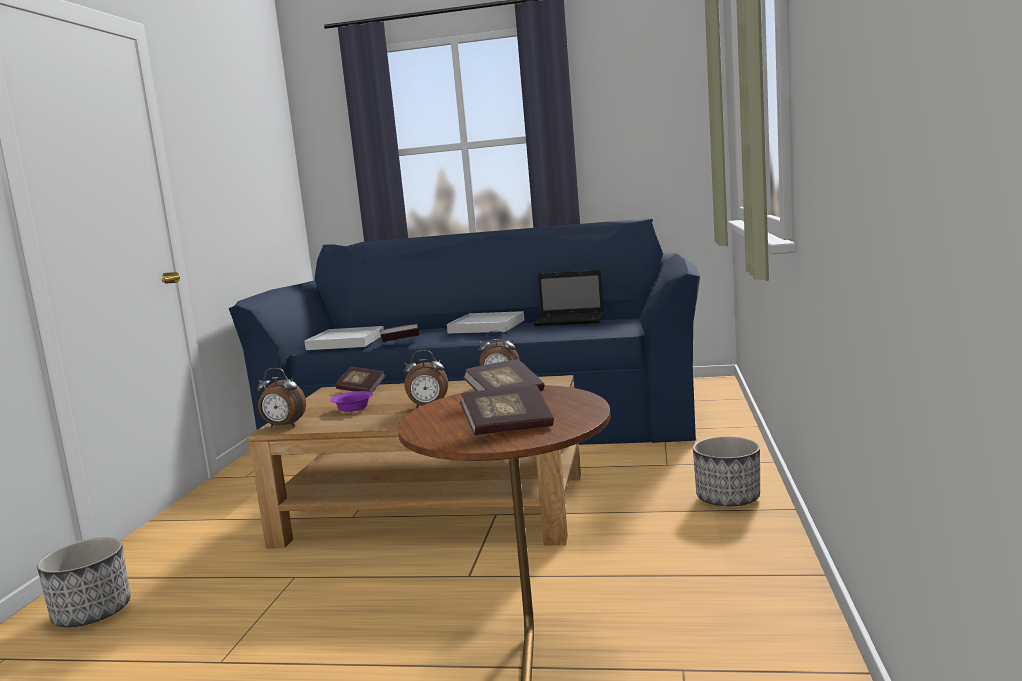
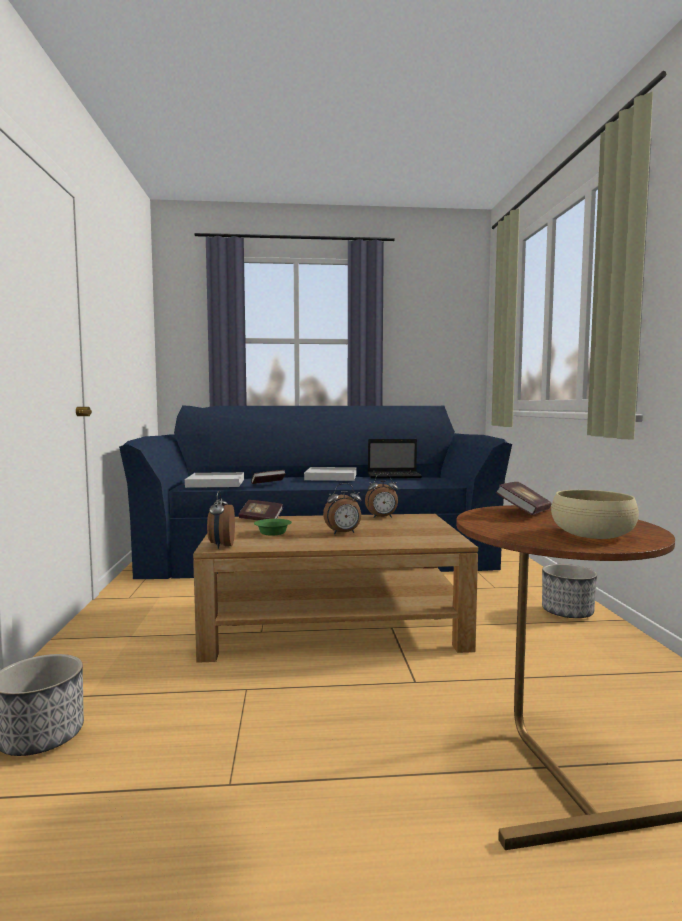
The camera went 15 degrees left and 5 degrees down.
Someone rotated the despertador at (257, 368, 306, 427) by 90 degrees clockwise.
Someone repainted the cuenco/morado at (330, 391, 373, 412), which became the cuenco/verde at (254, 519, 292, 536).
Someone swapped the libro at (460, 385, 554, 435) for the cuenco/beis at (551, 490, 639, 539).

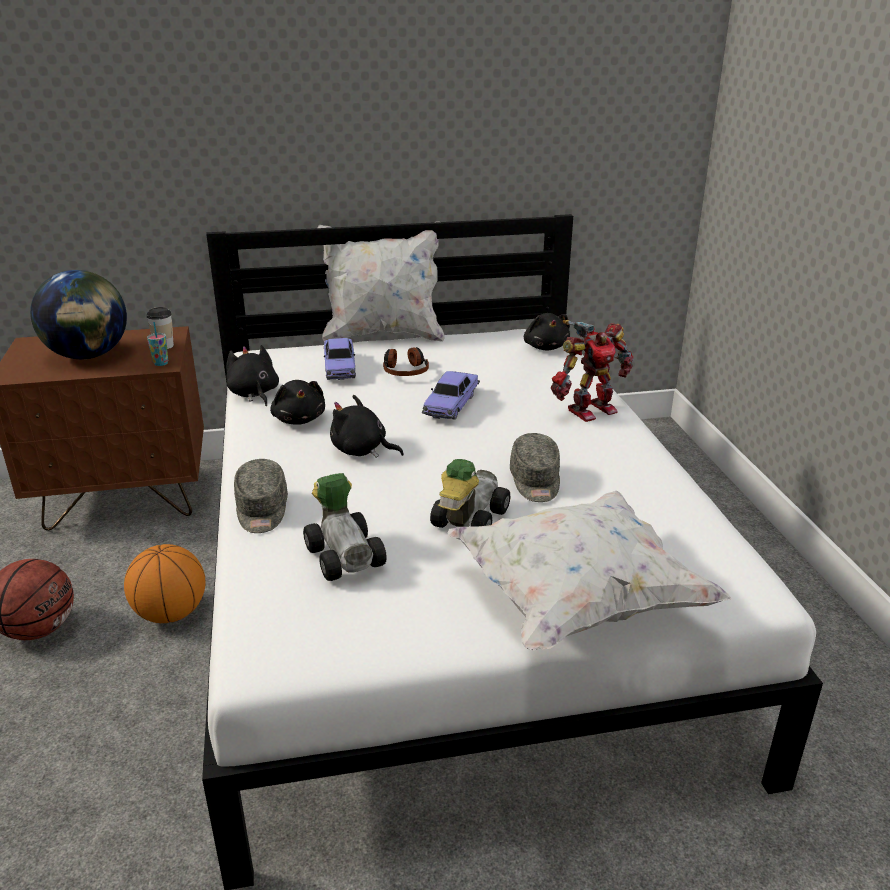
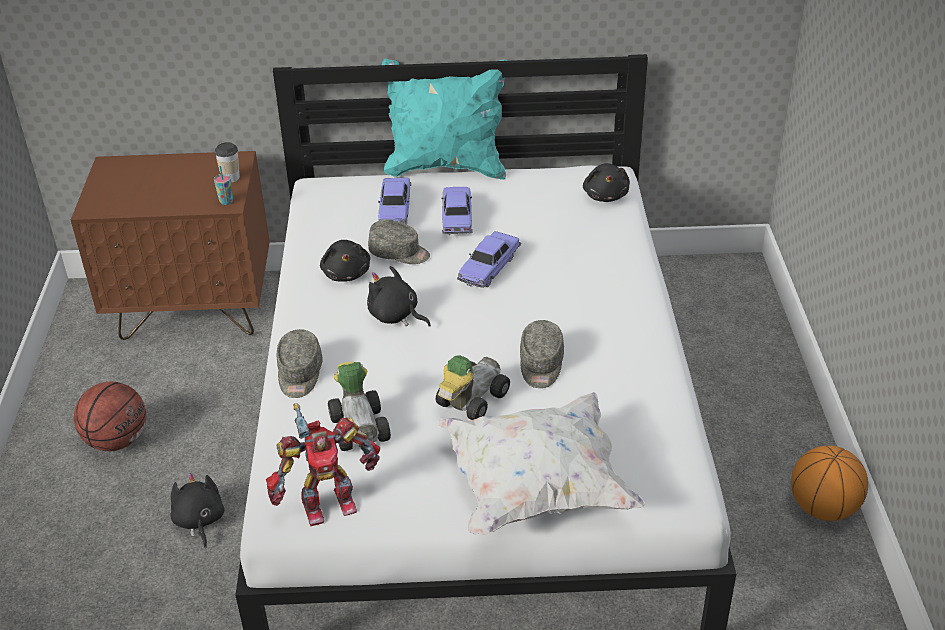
The camera went 10 degrees right and 10 degrees up.
Someone carried the peluche/negro from (226, 345, 279, 406) to (170, 473, 224, 549).
Someone carried the robot de juguete from (551, 320, 634, 422) to (266, 403, 380, 526).
Someone put down the gorra/gris at (368, 220, 430, 264).
Someone repainted the cojín/blanco at (317, 225, 445, 342), which became the cojín/turquesa at (382, 59, 507, 180).
Someone swapped the auriculares at (383, 347, 429, 376) for the coche de juguete at (441, 187, 473, 235).
Someone carried the balón de baloncesto from (124, 544, 205, 623) to (791, 446, 868, 521).
Someone took away the globo terráqueo at (30, 270, 127, 359).

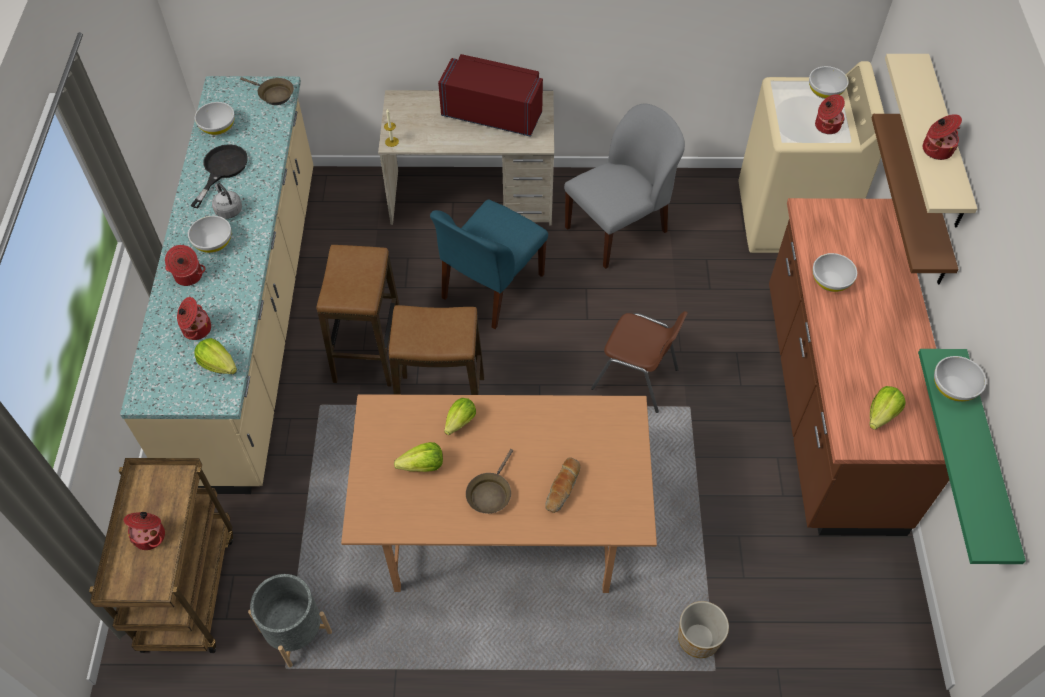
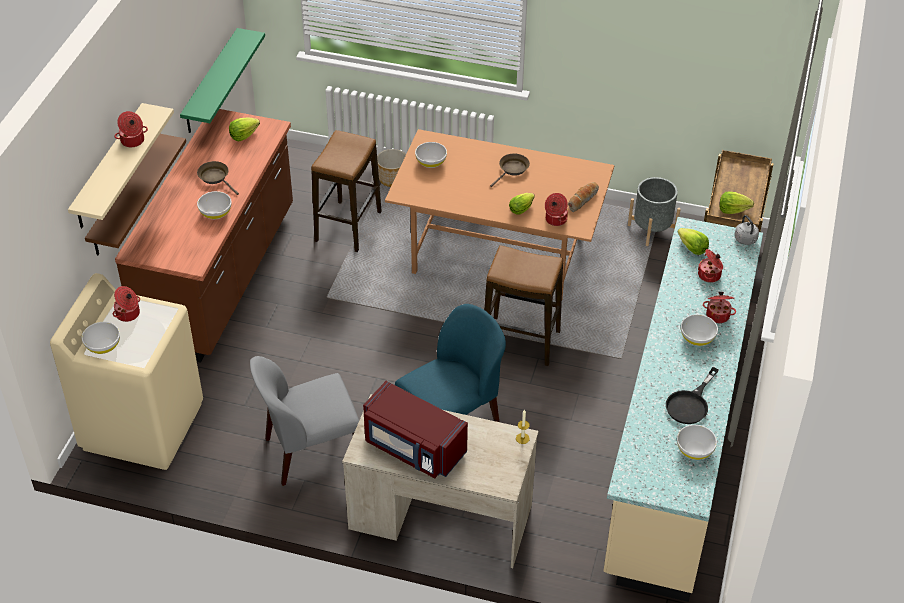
The camera went 165 degrees left and 10 degrees down.
Someone carried the sartén/marrón from (240, 77, 294, 105) to (197, 161, 239, 195).
Someone carried the taburete from (316, 245, 399, 387) to (311, 130, 382, 252).
Someone carried the cuenco/blanco from (934, 356, 986, 402) to (415, 142, 447, 168).
Someone carried the olla from (124, 512, 165, 550) to (545, 193, 568, 226).
Someone carried the pan from (545, 457, 581, 513) to (568, 182, 599, 212).
Someone carried the lechuga from (394, 442, 443, 472) to (719, 192, 754, 214).
Someone carried the hervidor/gris from (212, 183, 242, 219) to (734, 215, 759, 245).
Someone took away the silla/marrón at (591, 311, 688, 413).

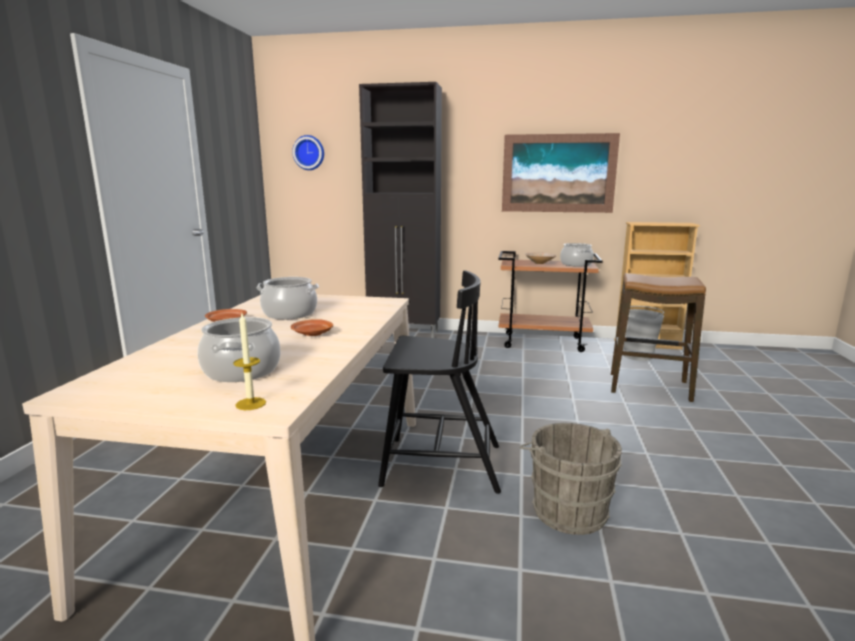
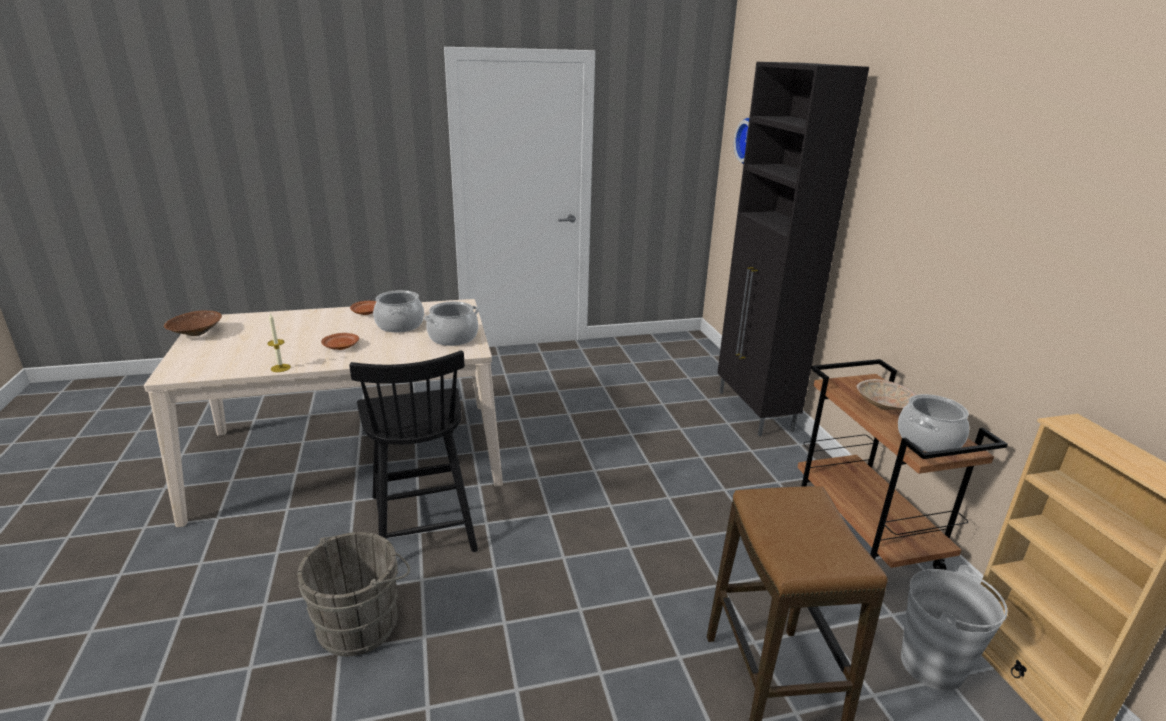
The camera went 65 degrees right and 10 degrees up.
Someone put down the cuenco/marrón at (164, 311, 222, 336).
Someone carried the vela from (233, 313, 266, 410) to (267, 314, 291, 372).
Someone carried the olla from (198, 317, 280, 382) to (424, 301, 479, 346).
Someone took away the cuadro at (502, 133, 620, 213).

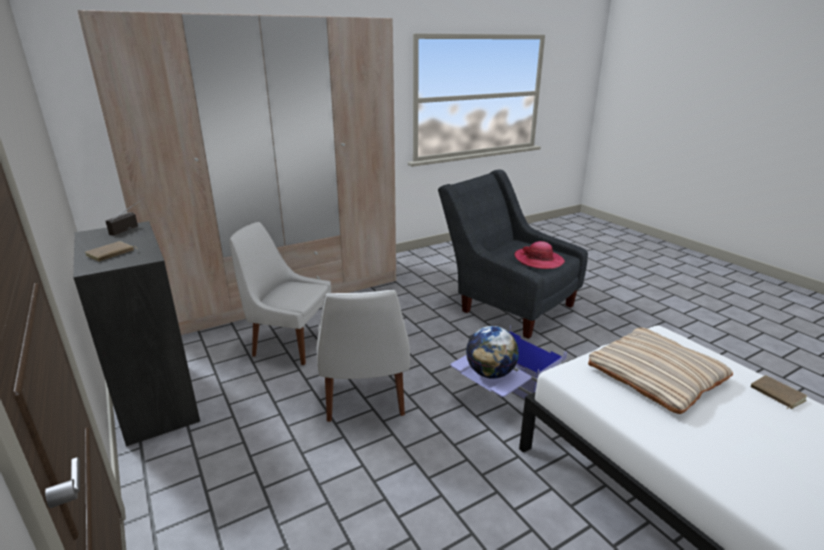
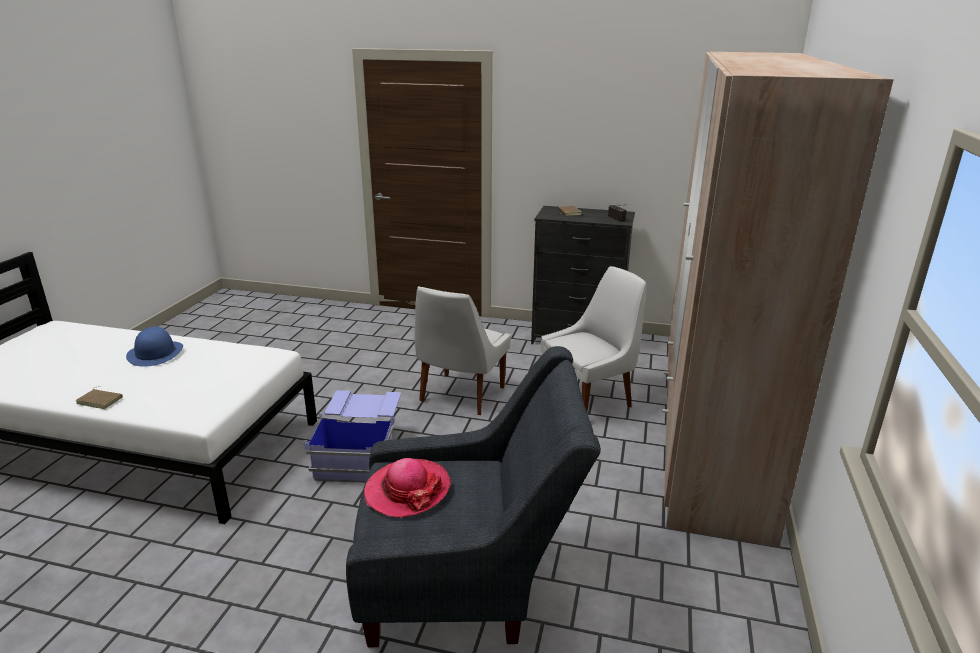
The camera went 135 degrees right and 0 degrees up.
Someone put down the sombrero/azul at (126, 327, 183, 367).
Someone rotated the silla/blanco at (316, 290, 410, 422) by 105 degrees counterclockwise.
Someone took away the globo terráqueo at (466, 326, 519, 379).
Someone took away the cojín/beis at (588, 327, 733, 414).

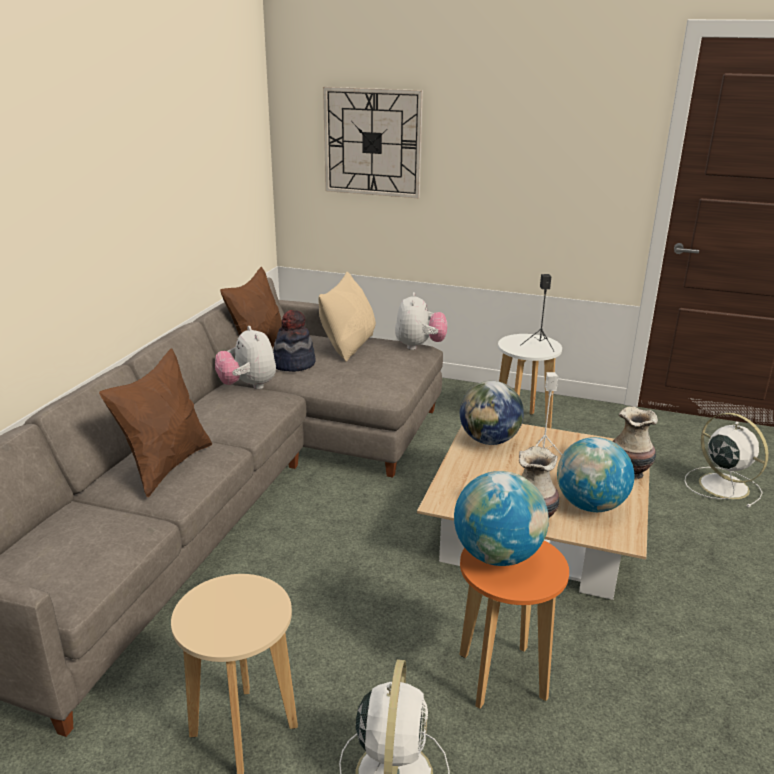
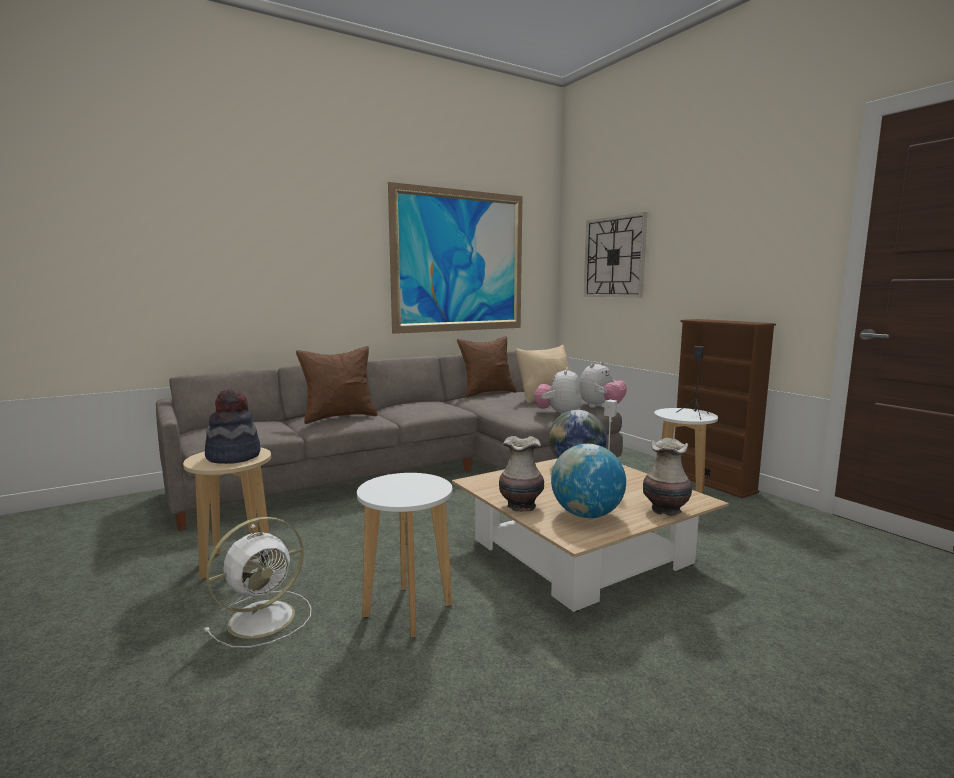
The camera went 40 degrees right and 15 degrees down.
Someone carried the sombrero from (273, 310, 316, 372) to (205, 389, 261, 464).
Someone repainted the taburete/naranja at (460, 540, 569, 709), which became the taburete/blanco at (357, 473, 452, 638).
Someone put up the cuadro at (388, 182, 522, 334).
Someone carried the peluche from (215, 326, 276, 389) to (534, 367, 581, 415).
Someone put down the estantería/marrón at (675, 319, 776, 498).
Someone took away the globo terráqueo at (454, 471, 549, 566).
Someone took away the ventilador/blanco at (685, 413, 769, 507).

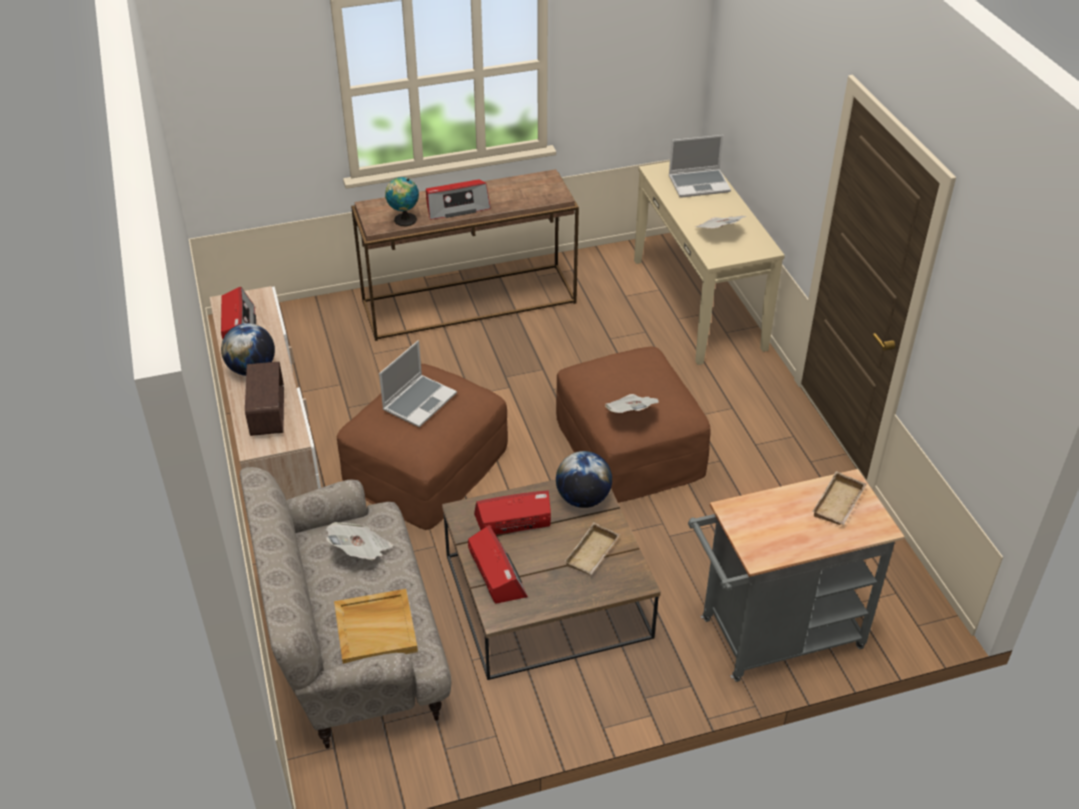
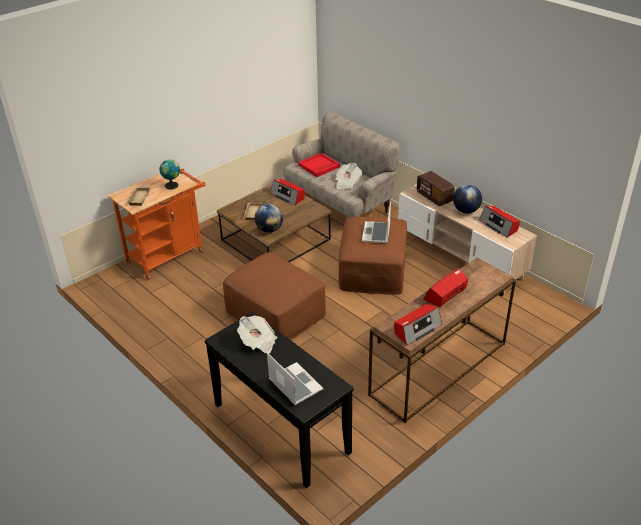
The camera went 155 degrees right and 5 degrees down.
Someone repainted the carrito/gris at (688, 469, 905, 682), which became the carrito/naranja at (108, 168, 205, 280).
Someone carried the globo terráqueo from (385, 177, 419, 226) to (159, 159, 180, 190).
Someone repainted the mesa consola/beis at (634, 161, 785, 365), which became the mesa consola/negro at (205, 312, 354, 488).
Someone rotated the portátil at (669, 135, 731, 198) by 90 degrees clockwise.
Someone repainted the bandeja/beis at (334, 589, 418, 664), which became the bandeja/rojo at (298, 153, 340, 177).
Someone carried the radio from (474, 490, 551, 535) to (394, 304, 442, 346).
Someone took away the periódico at (605, 394, 659, 413).

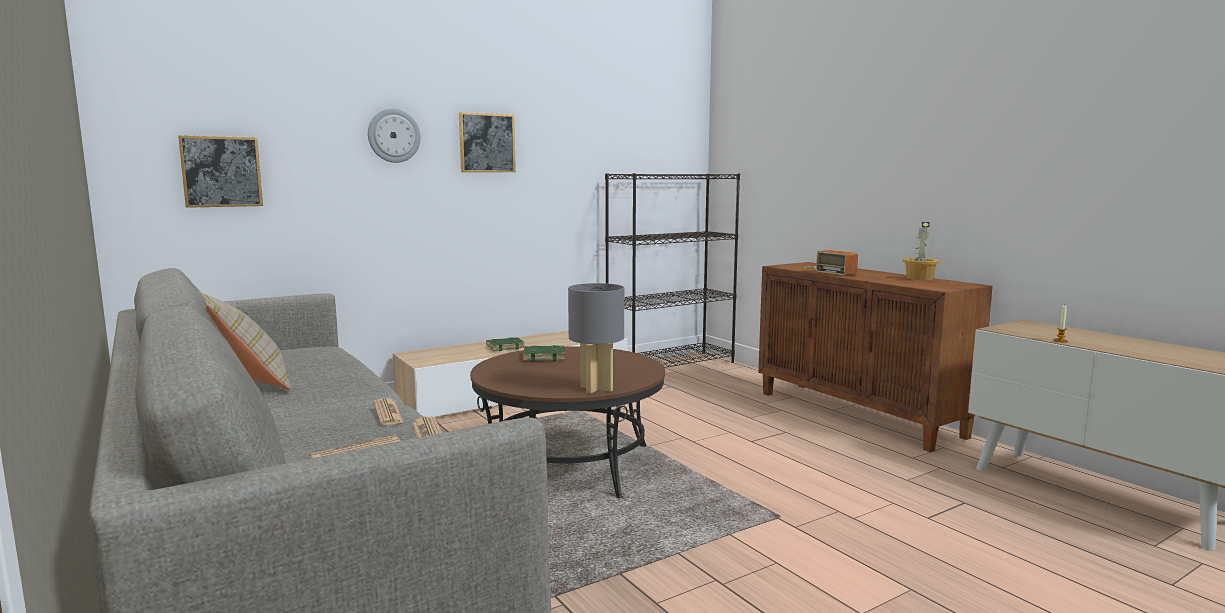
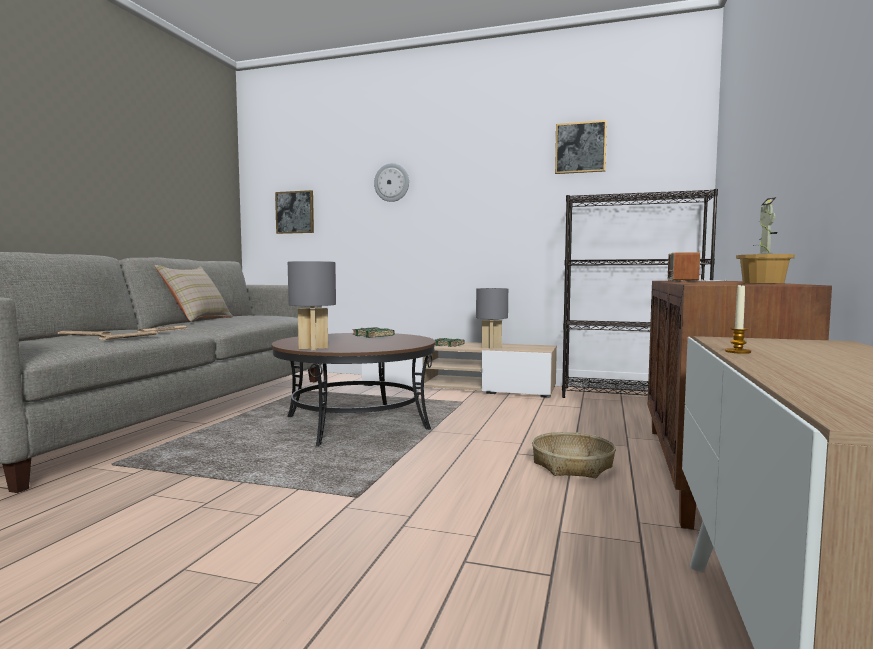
The camera went 50 degrees right and 5 degrees down.
Someone put down the lámpara de mesa/gris at (476, 288, 508, 349).
Someone put down the cesta at (532, 432, 616, 478).
Someone carried the cuadro from (459, 112, 516, 172) to (555, 120, 607, 174).

